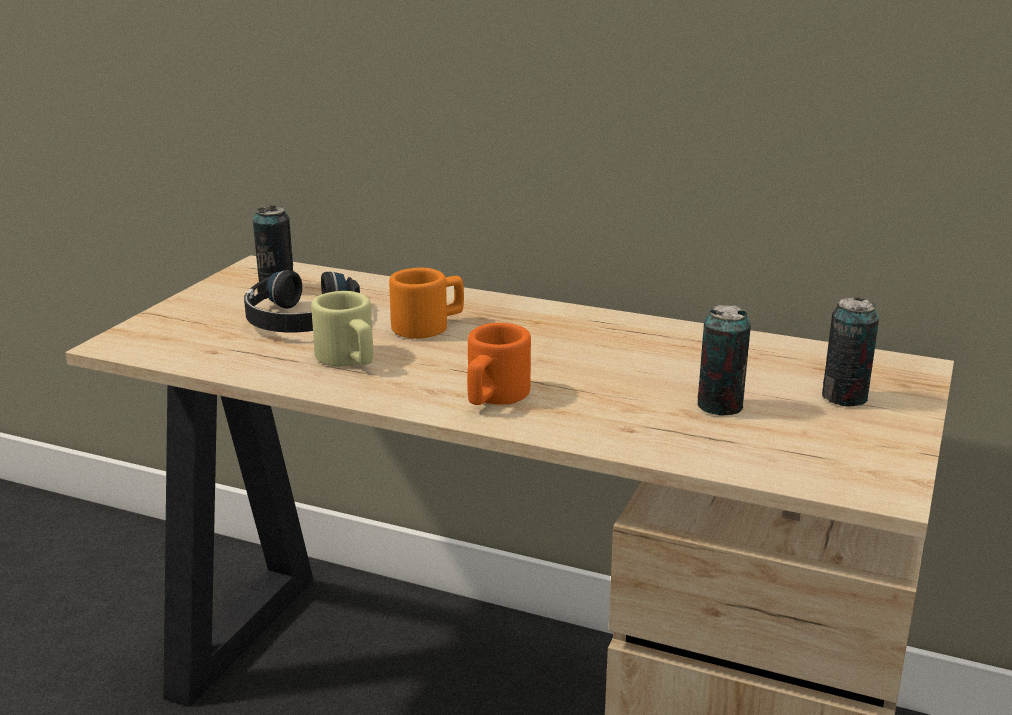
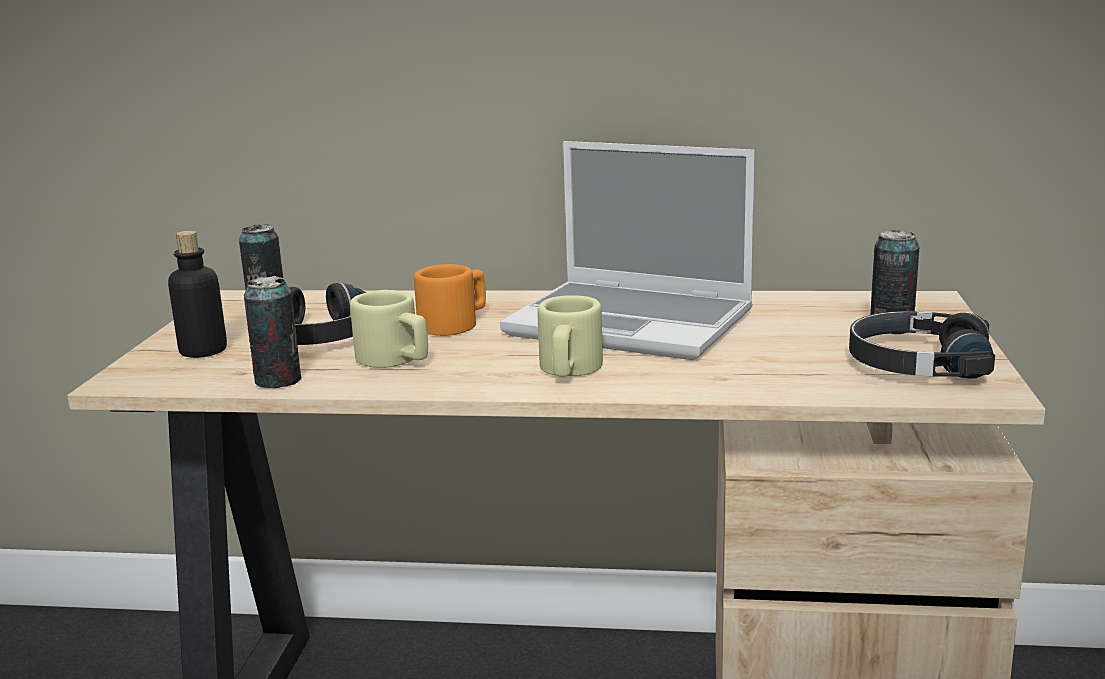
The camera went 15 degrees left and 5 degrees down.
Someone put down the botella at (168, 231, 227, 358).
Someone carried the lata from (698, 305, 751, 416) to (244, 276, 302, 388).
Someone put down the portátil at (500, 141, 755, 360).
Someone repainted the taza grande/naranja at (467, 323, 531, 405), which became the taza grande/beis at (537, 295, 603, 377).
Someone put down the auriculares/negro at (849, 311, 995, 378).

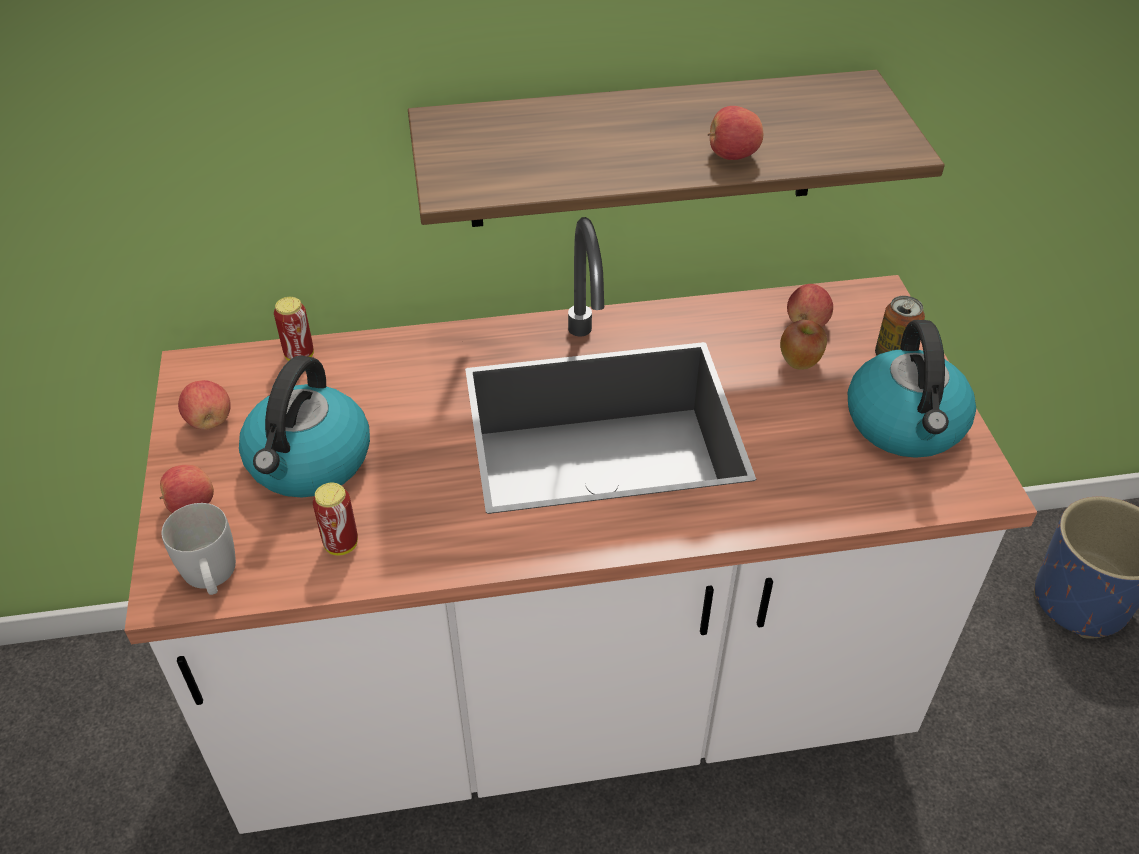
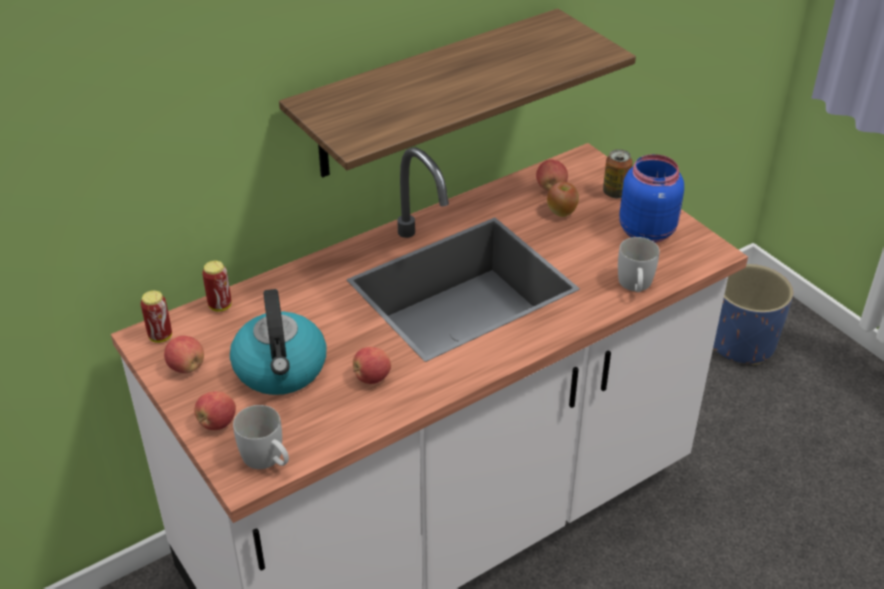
The camera went 25 degrees left and 5 degrees down.
Someone carried the lata from (313, 483, 358, 555) to (141, 290, 172, 343).
Someone carried the manzana from (708, 106, 763, 160) to (353, 347, 391, 384).
Someone put down the taza grande/blanco at (618, 237, 660, 292).
Someone swapped the hervidor at (848, 320, 976, 458) for the tarro/azul at (619, 154, 684, 243).

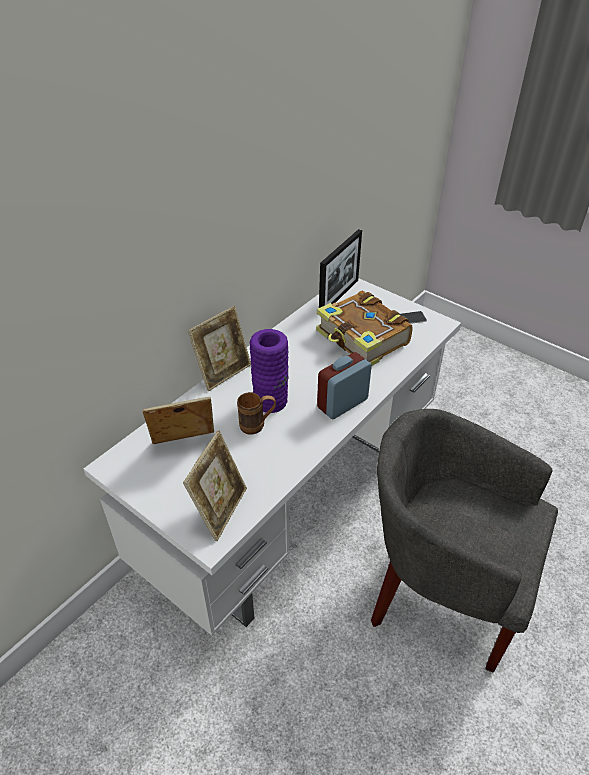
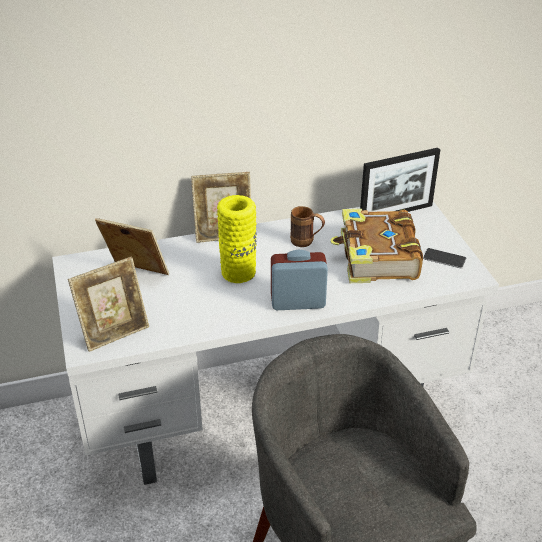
The camera went 35 degrees right and 5 degrees down.
Someone repainted the florero/morado at (249, 329, 289, 413), which became the florero/amarillo at (217, 195, 257, 283).
Someone carried the taza grande/marrón from (237, 392, 276, 435) to (290, 206, 325, 247).

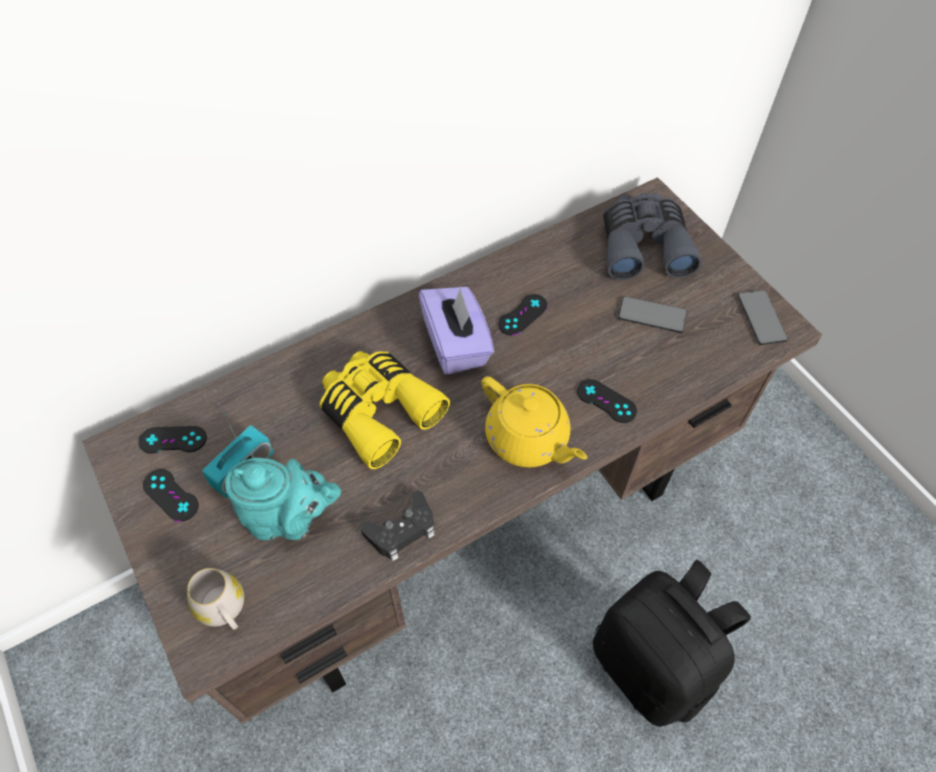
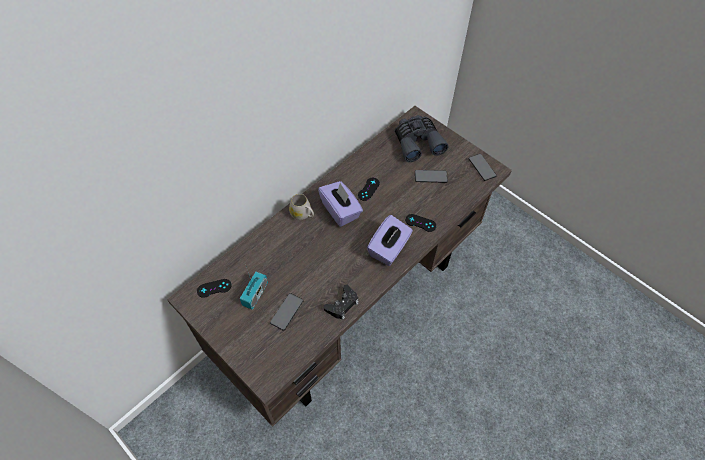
The camera went 15 degrees left and 0 degrees up.
Someone swapped the tetera/turquesa at (225, 458, 341, 540) for the móvil at (270, 293, 303, 331).
Someone carried the taza grande/blanco from (187, 568, 244, 630) to (289, 194, 314, 220).
Someone swapped the tetera/amarillo at (481, 376, 587, 467) for the caja de pañuelos/morado at (367, 215, 413, 266).
Someone took away the mando de consola/negro at (143, 469, 199, 522).
Someone took away the prismáticos/amarillo at (319, 351, 450, 469).
Someone took away the mochila/negro at (593, 560, 751, 727).

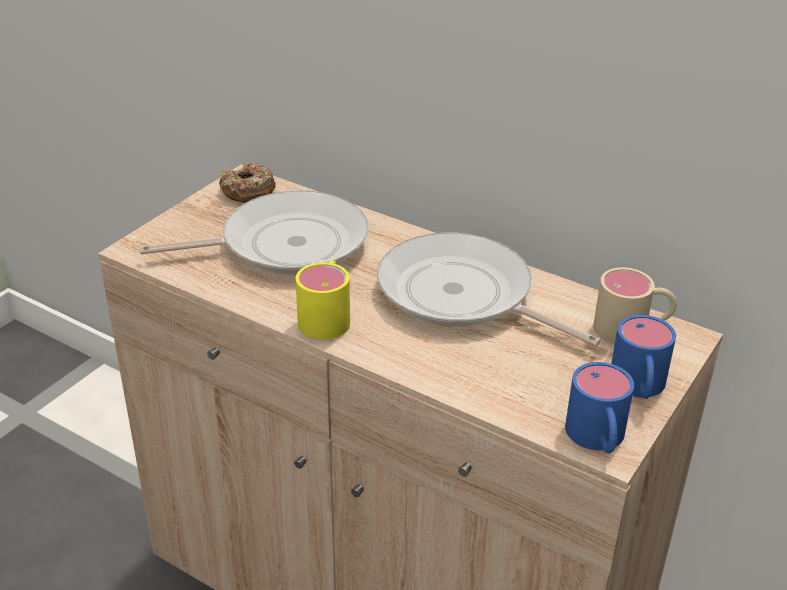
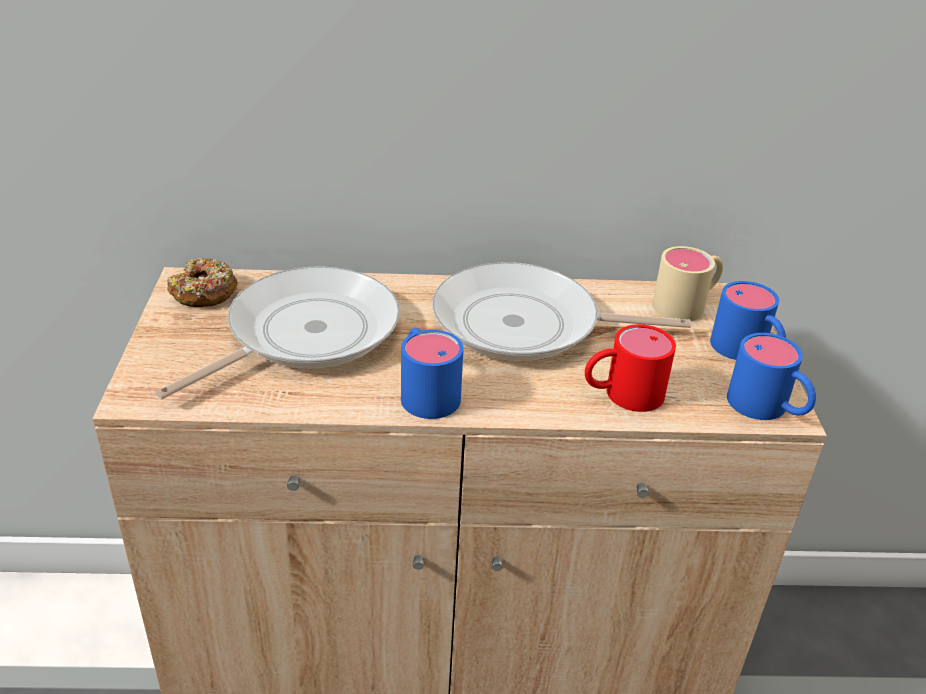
The camera went 35 degrees left and 0 degrees up.
Someone repainted the taza grande/amarillo at (296, 260, 350, 340), which became the taza grande/azul at (401, 328, 464, 419).
Someone put down the taza grande/rojo at (585, 324, 676, 412).

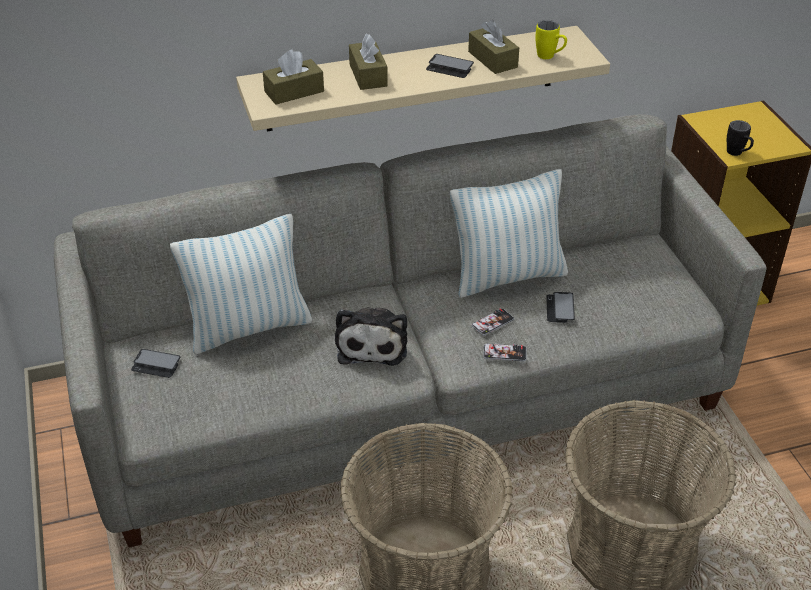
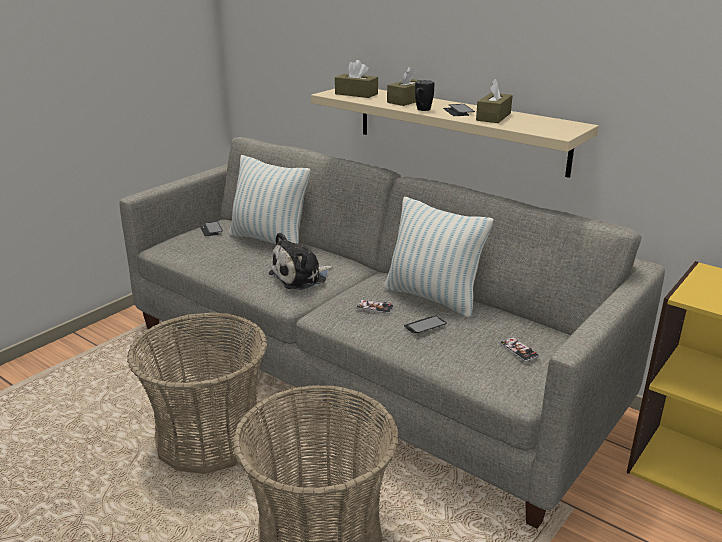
The camera went 55 degrees right and 15 degrees down.
Someone carried the taza grande/negro from (727, 120, 754, 156) to (415, 80, 434, 111).
Someone carried the móvil from (483, 343, 527, 361) to (500, 338, 539, 362).
Someone took away the taza grande/amarillo at (535, 20, 567, 59).

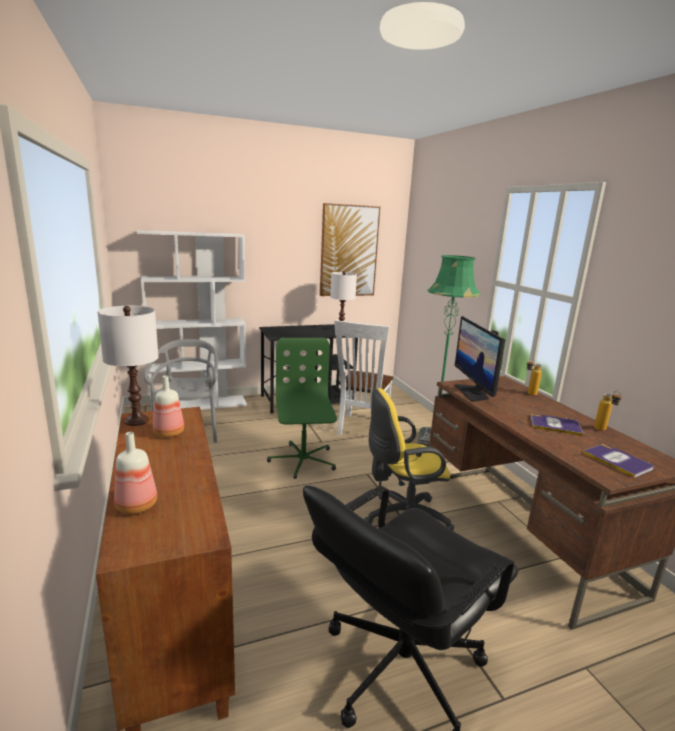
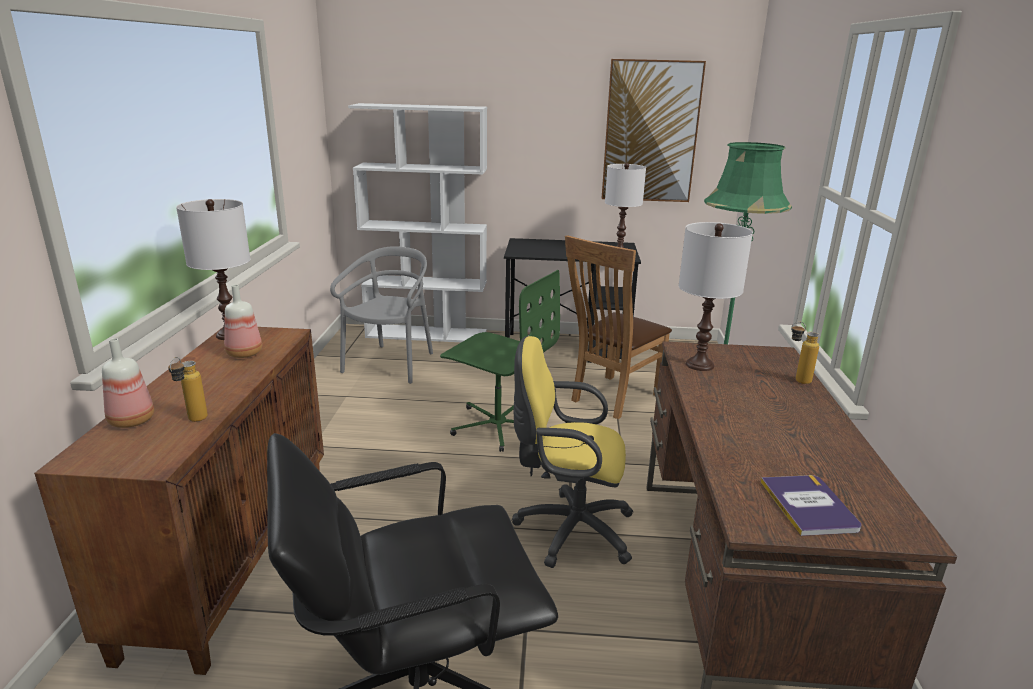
The camera went 25 degrees right and 5 degrees up.
Someone carried the botella from (594, 391, 622, 431) to (168, 357, 208, 422).
Someone rotated the silla de oficina/verde at (267, 338, 337, 479) by 105 degrees clockwise.
Someone repainted the silla/blanco at (334, 320, 393, 435), which became the silla/marrón at (565, 235, 672, 419).
Someone swapped the monitor at (455, 316, 505, 402) for the lámpara de mesa/blanco at (678, 222, 753, 371).
Someone took away the libro at (531, 414, 583, 436).

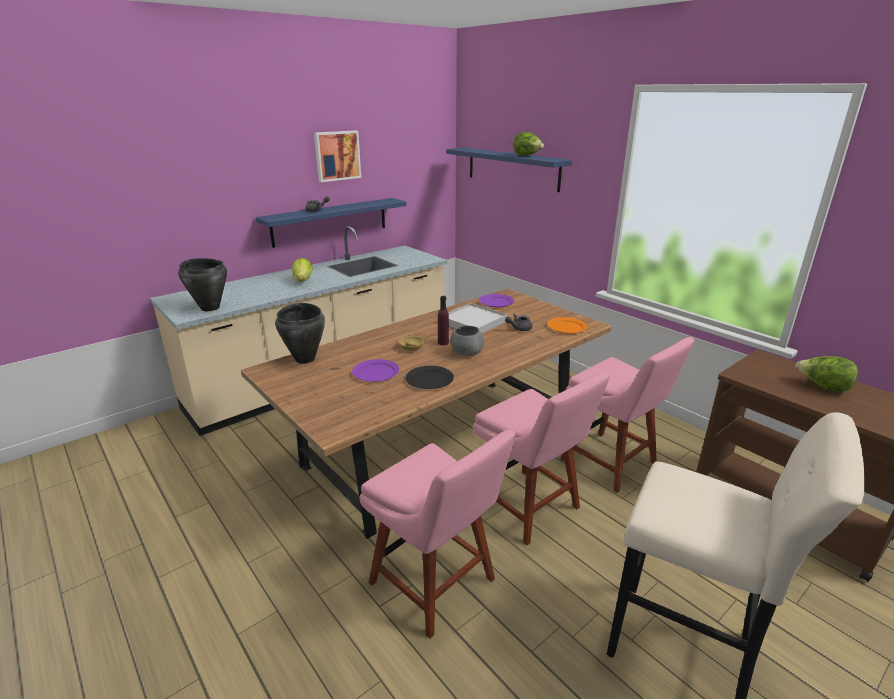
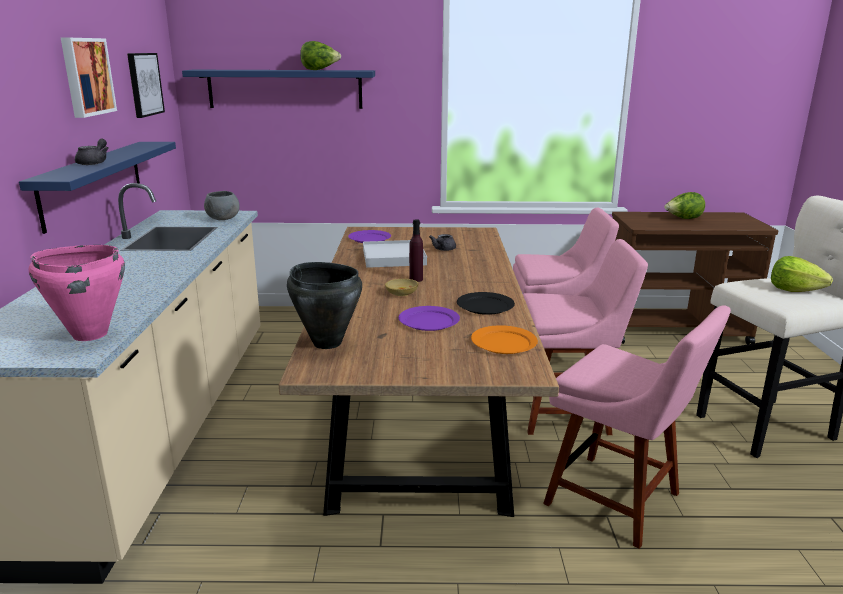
The camera went 50 degrees left and 5 degrees down.
Someone repainted the olla/negro at (178, 258, 227, 311), which became the olla/rosa at (29, 245, 125, 341).
Someone put up the cuadro at (127, 53, 165, 118).
Someone carried the cuenco/gris from (450, 325, 484, 356) to (204, 191, 240, 220).
Someone carried the plato/naranja from (547, 317, 587, 334) to (471, 325, 538, 354).
Someone rotated the silla/rosa at (359, 429, 515, 639) by 45 degrees clockwise.
Someone carried the lechuga from (292, 258, 313, 282) to (771, 256, 833, 292).

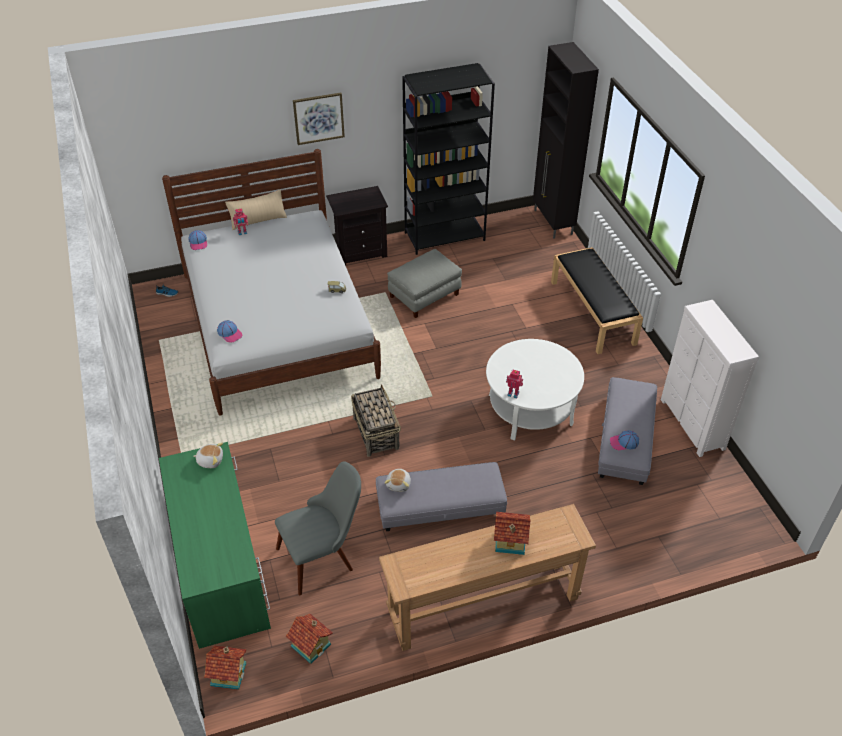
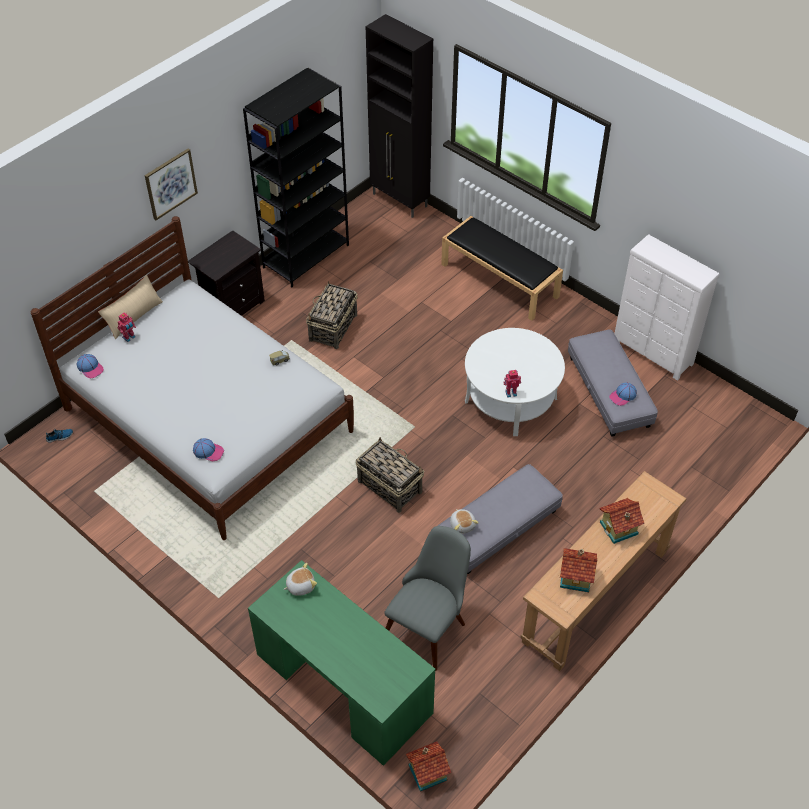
The camera went 30 degrees left and 5 degrees up.
Someone swapped the puf/gris at (387, 249, 462, 318) for the cesta at (306, 281, 358, 349).
Someone carried the casita from (286, 614, 333, 664) to (560, 548, 598, 592).

